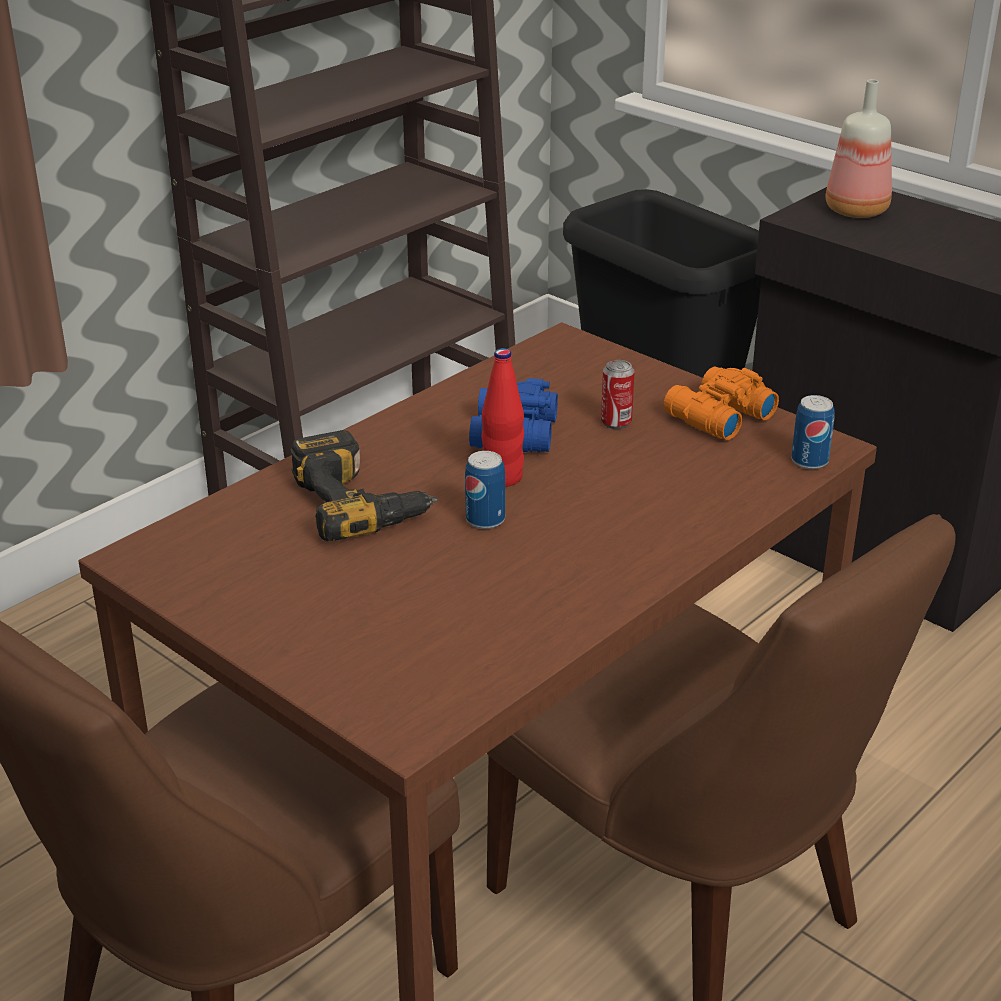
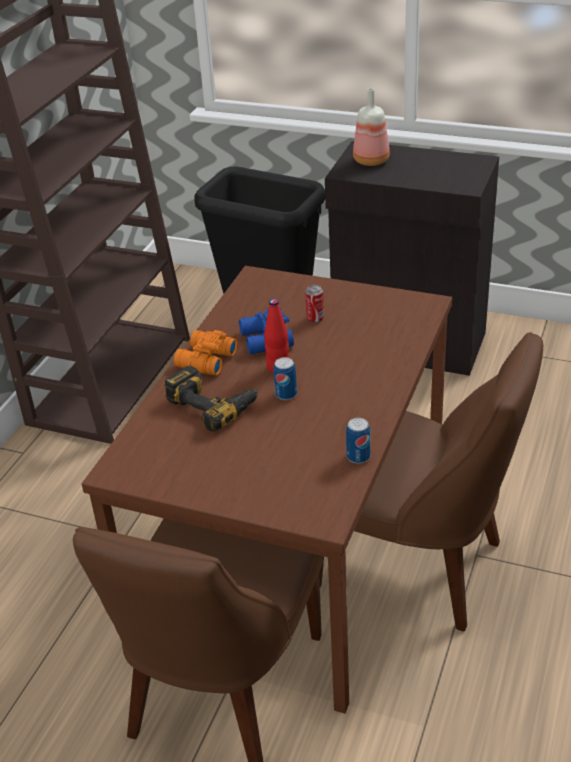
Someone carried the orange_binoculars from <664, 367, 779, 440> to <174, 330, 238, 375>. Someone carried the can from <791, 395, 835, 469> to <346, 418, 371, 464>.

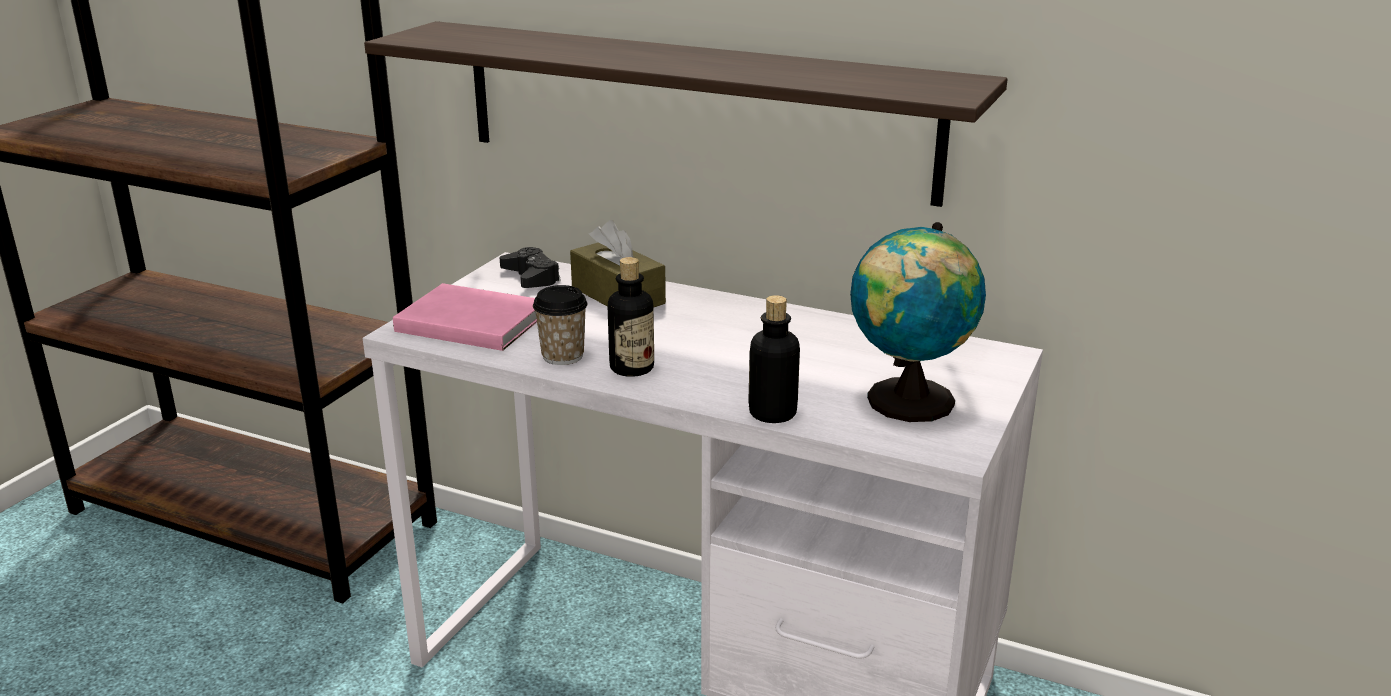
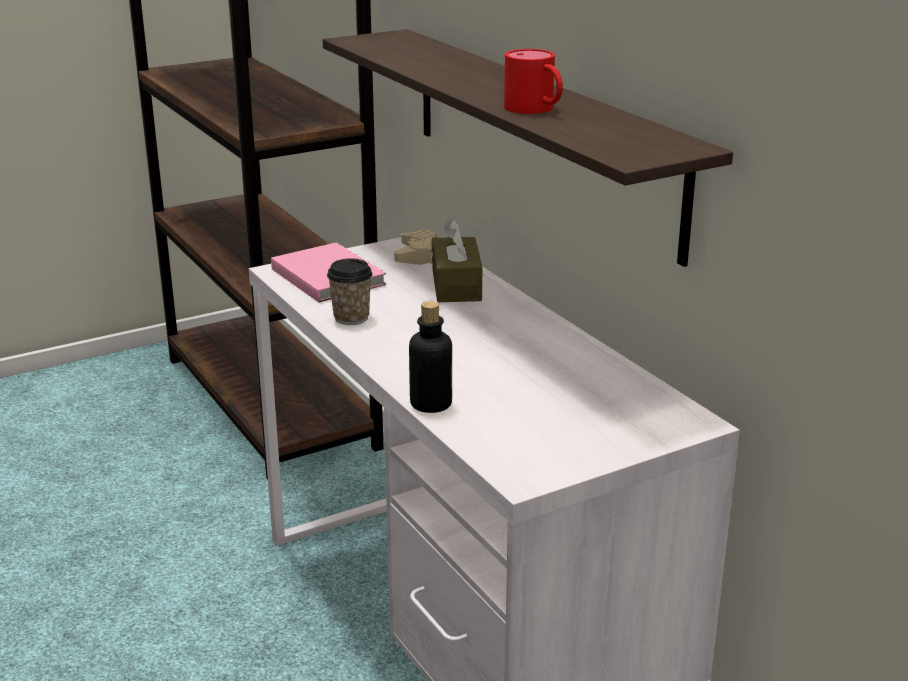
Someone took away the bottle at <608, 257, 654, 377>. Someone took away the globe at <850, 222, 986, 422>. Someone put down the red_mug at <504, 49, 563, 114>. Someone repainted the black_game_controller at <499, 247, 561, 288>, which became the beige_game_controller at <394, 230, 436, 265>.

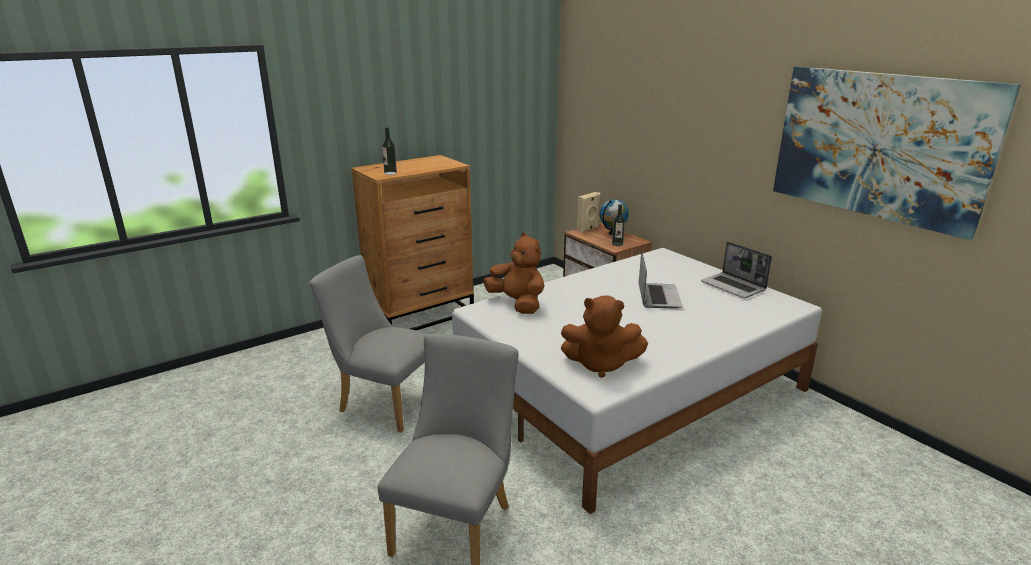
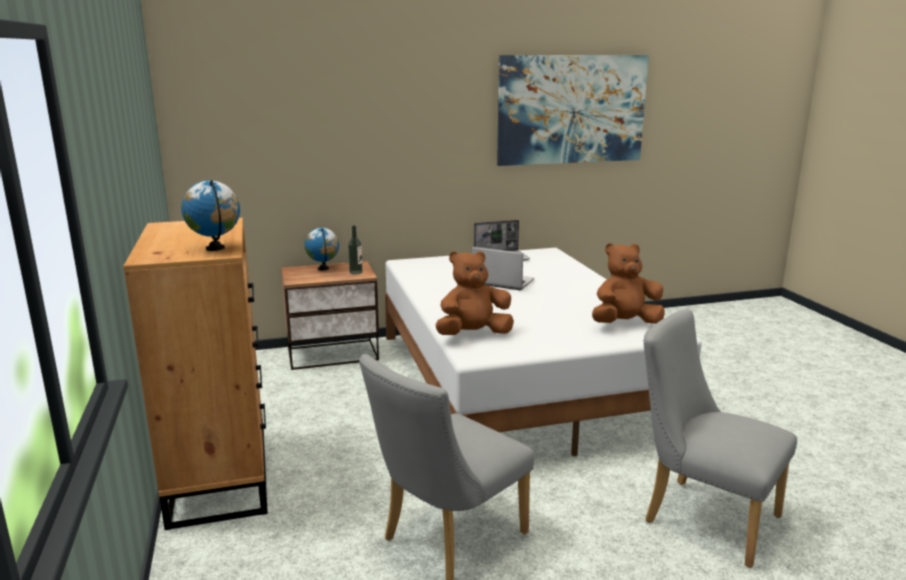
Someone took away the beige_speaker at <577, 192, 600, 233>. Someone swapped the bottle at <382, 127, 397, 175> for the globe at <181, 180, 240, 251>. Someone rotated the brown_plush_toy at <561, 295, 648, 378> by 135 degrees counterclockwise.

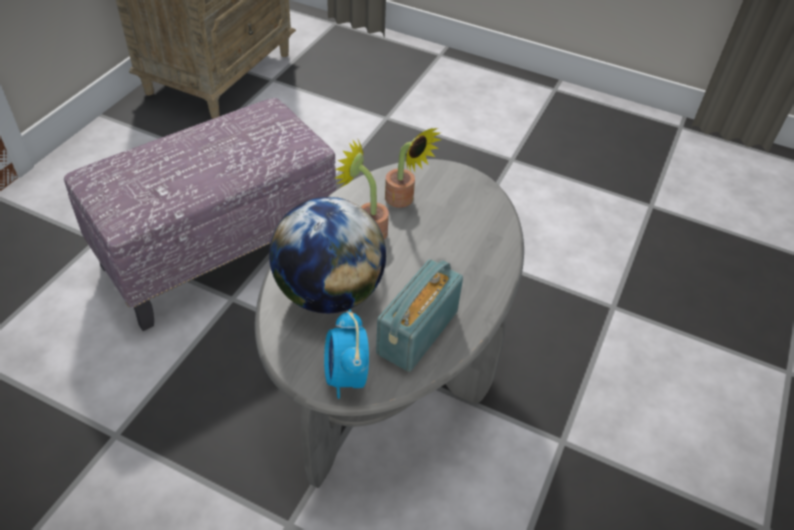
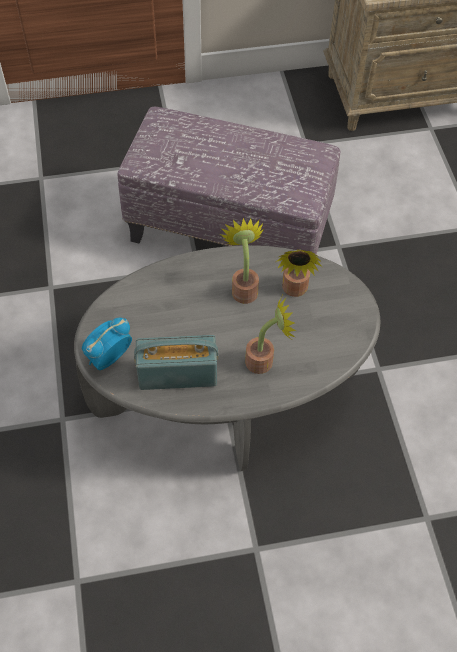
Someone took away the globe at <269, 197, 386, 313>. Someone put down the potted_plant at <245, 296, 296, 374>.

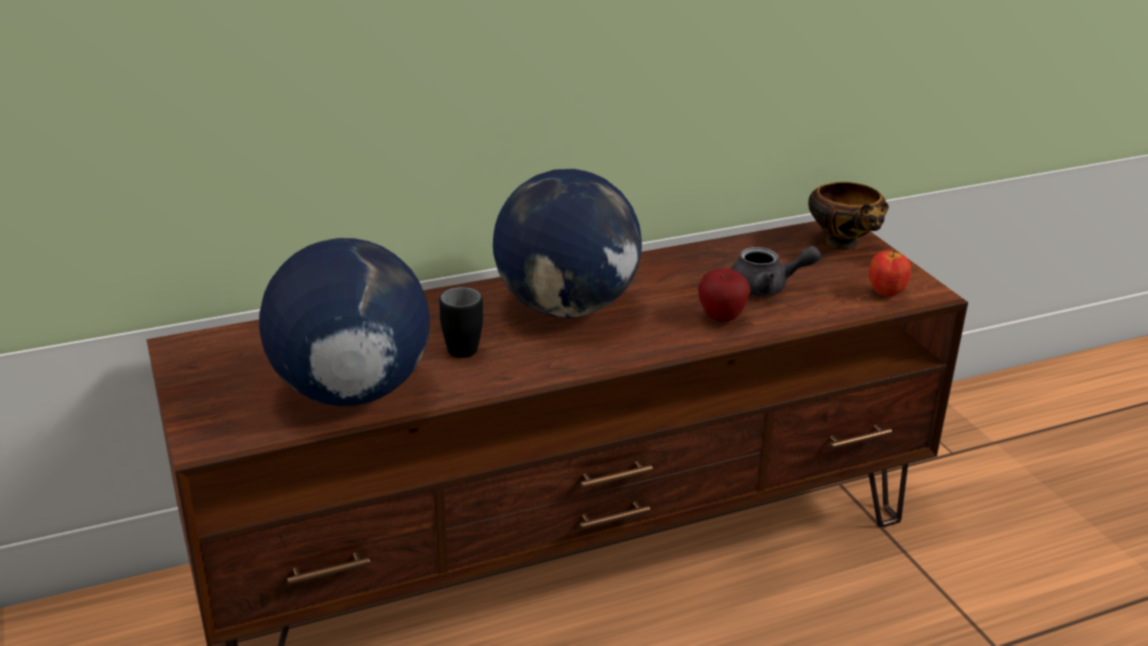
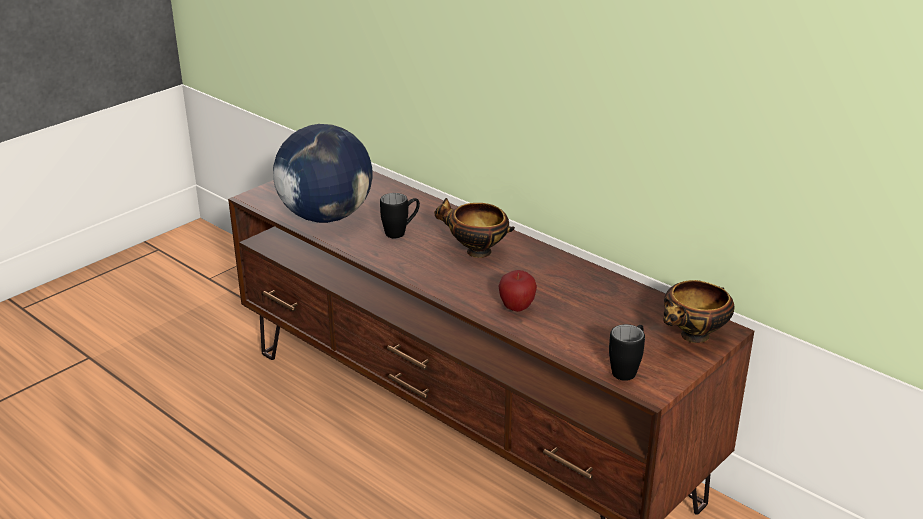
Someone took away the grey_teapot at <730, 246, 821, 296>. Someone swapped the globe at <493, 169, 642, 318> for the bowl at <434, 198, 515, 258>. Someone swapped the apple at <869, 250, 911, 297> for the black_mug at <609, 324, 645, 381>.

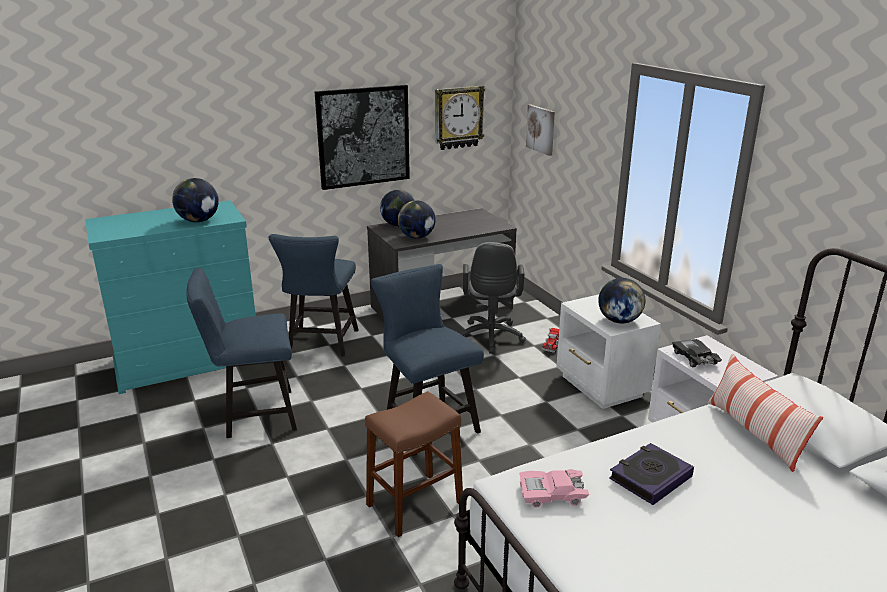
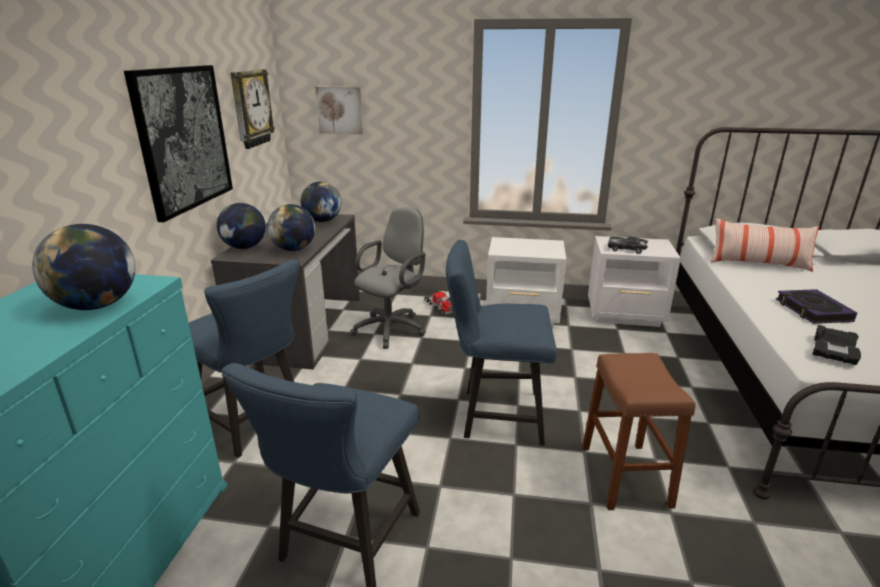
Someone carried the globe from <598, 278, 645, 323> to <301, 182, 341, 222>. Someone repainted the pink_toy_car at <519, 469, 589, 508>, which became the black_toy_car at <813, 325, 861, 365>. Someone rotated the grey_office_chair at <460, 242, 526, 354> by 90 degrees counterclockwise.

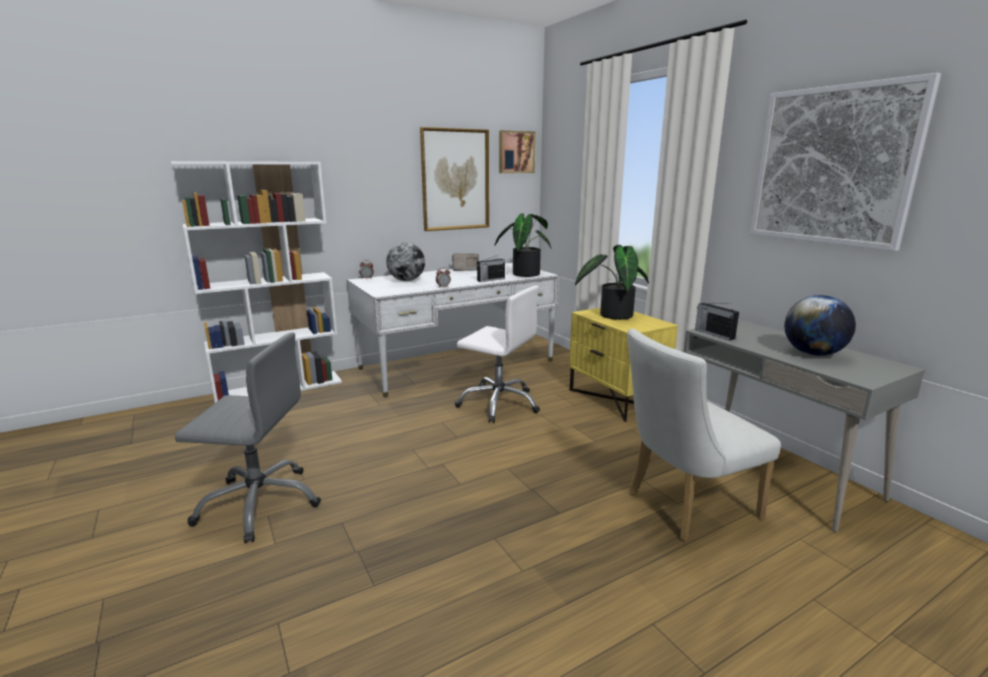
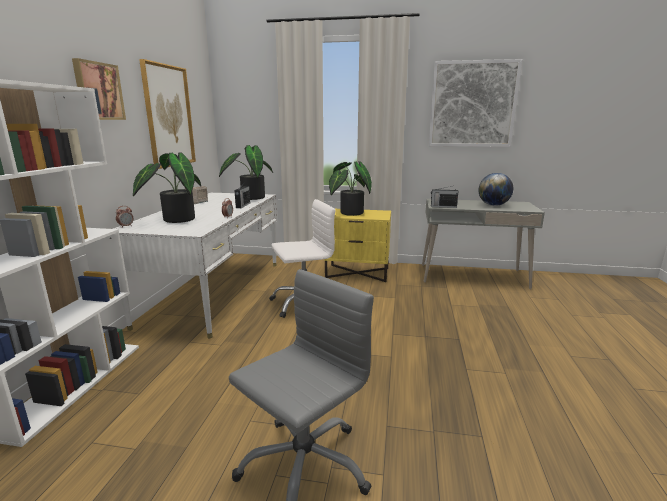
Someone took away the white_chair at <627, 329, 781, 541>. Someone carried the picture from <499, 130, 536, 173> to <72, 58, 126, 120>. Someone swapped the globe at <386, 242, 425, 281> for the potted_plant at <133, 152, 201, 223>.

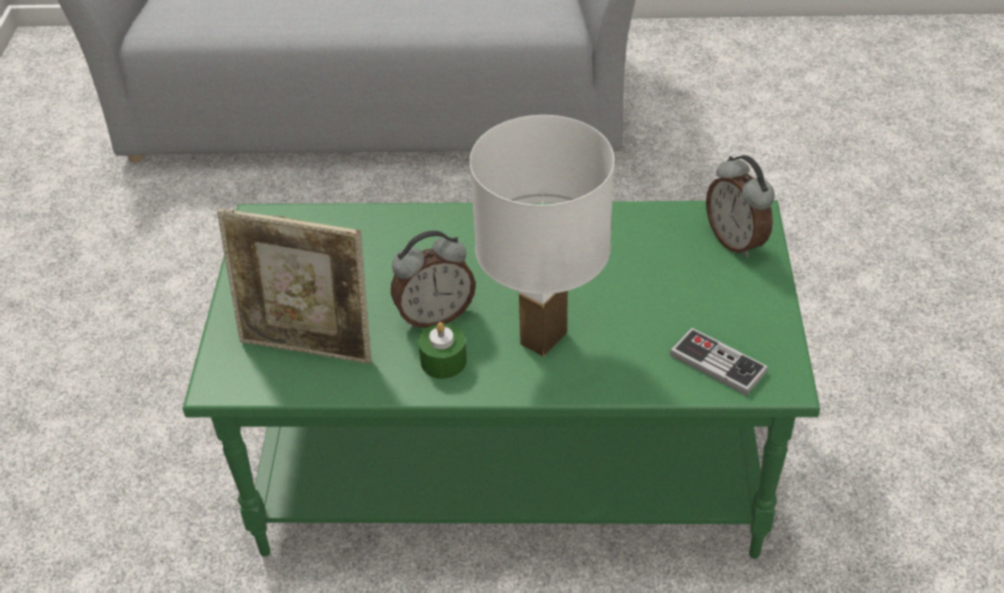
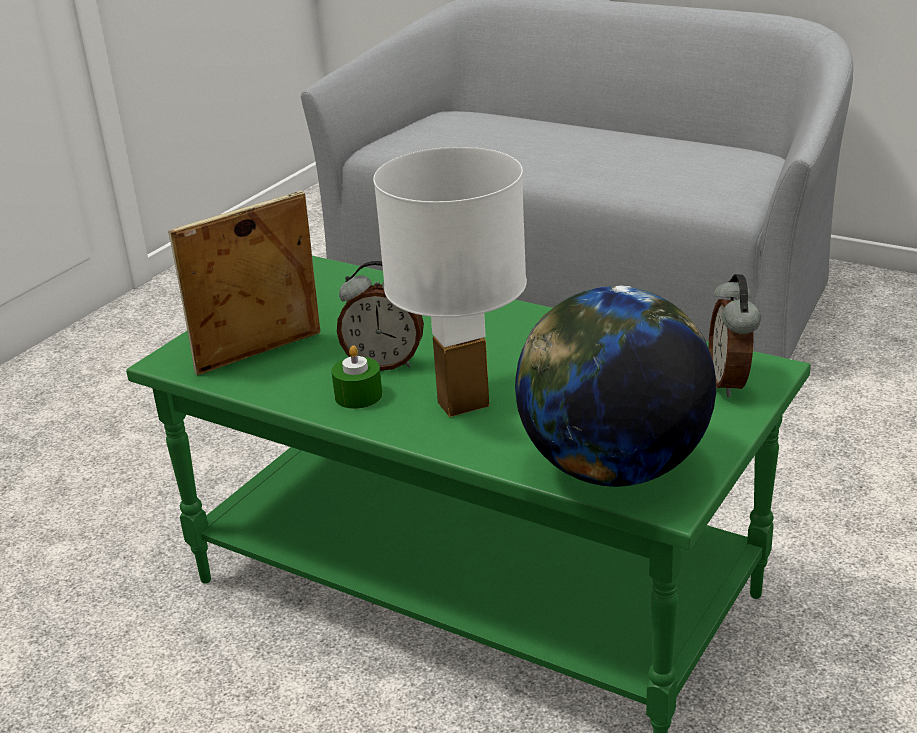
Someone swapped the game_controller at <670, 328, 768, 396> for the globe at <515, 285, 716, 487>. Someone rotated the picture_frame at <217, 208, 371, 364> by 105 degrees clockwise.

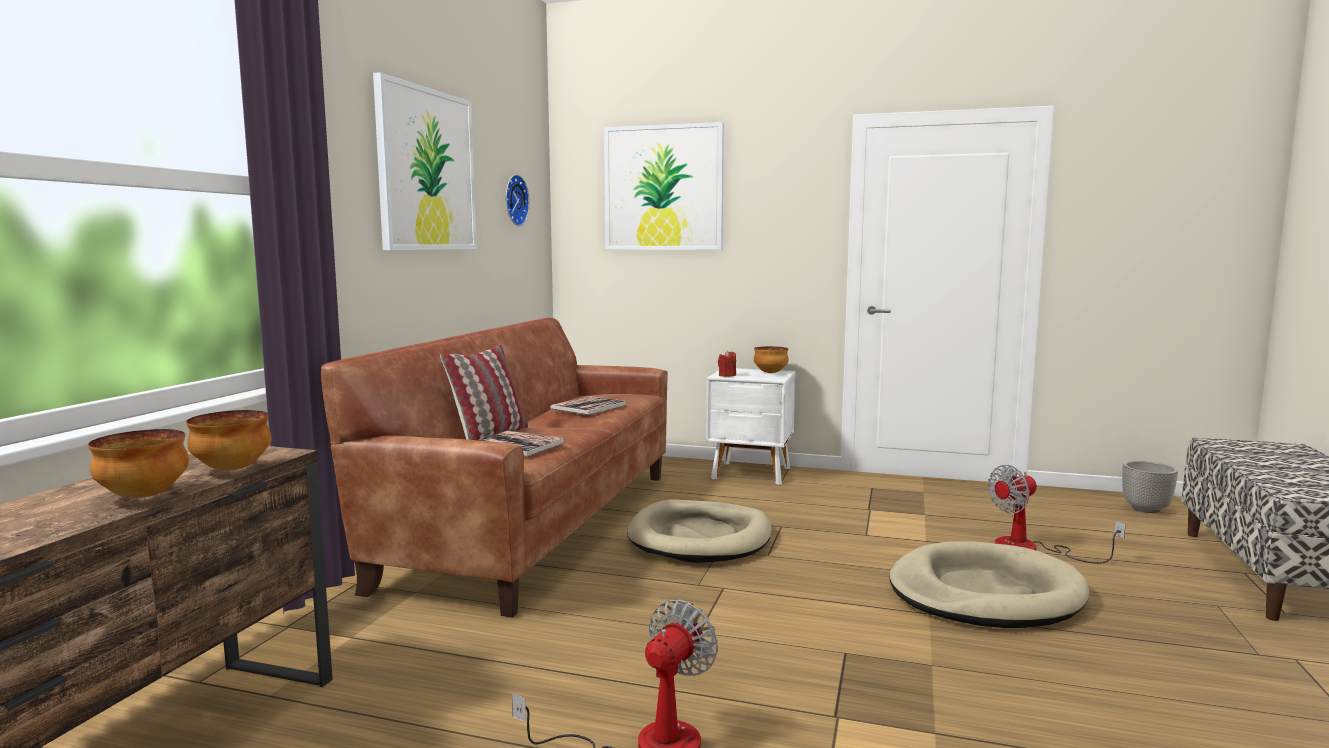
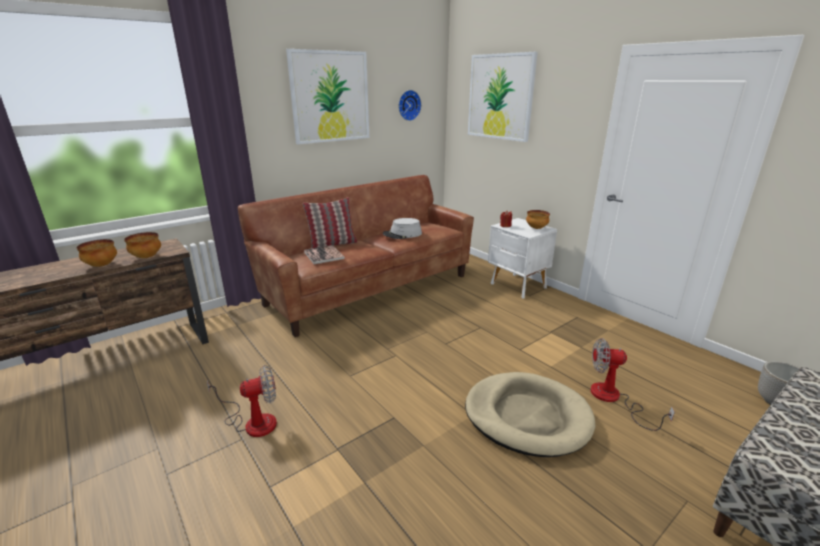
Someone took away the beige_dog_bed at <627, 499, 772, 563>. Someone swapped the book at <550, 396, 625, 415> for the grey_hat at <383, 218, 422, 239>.

